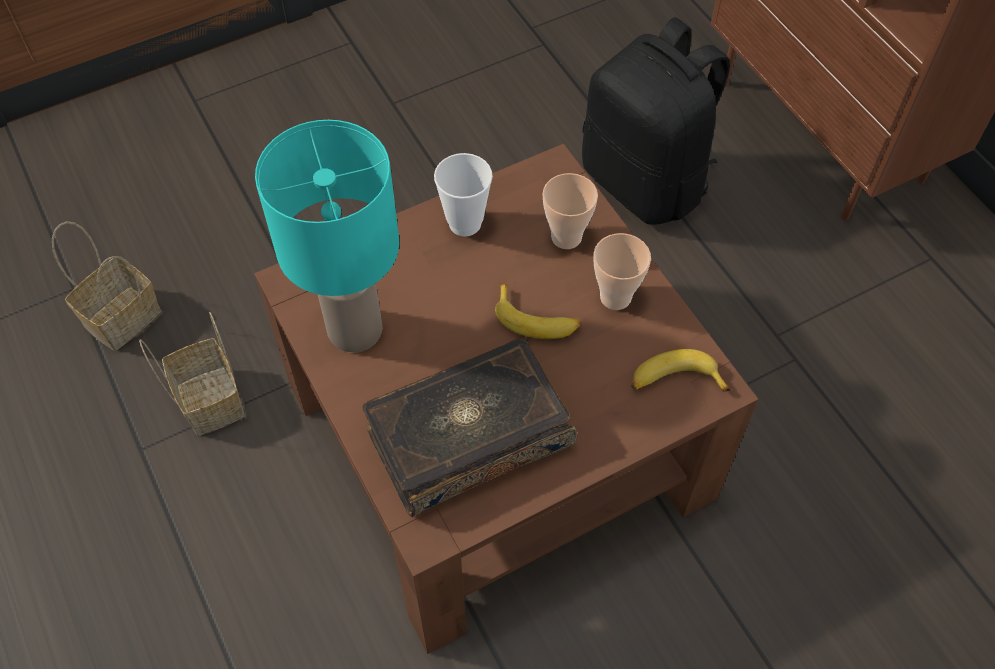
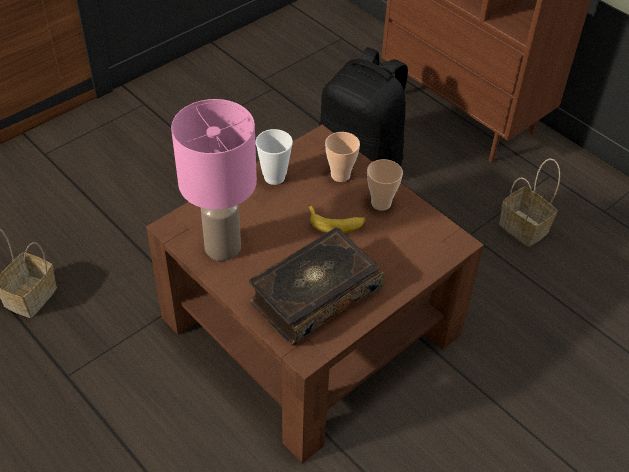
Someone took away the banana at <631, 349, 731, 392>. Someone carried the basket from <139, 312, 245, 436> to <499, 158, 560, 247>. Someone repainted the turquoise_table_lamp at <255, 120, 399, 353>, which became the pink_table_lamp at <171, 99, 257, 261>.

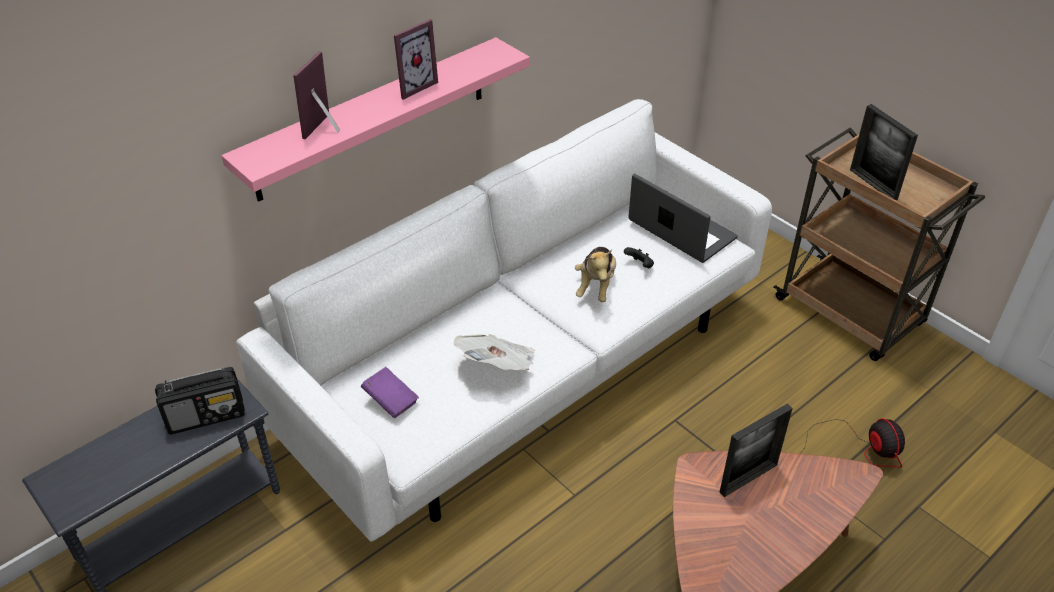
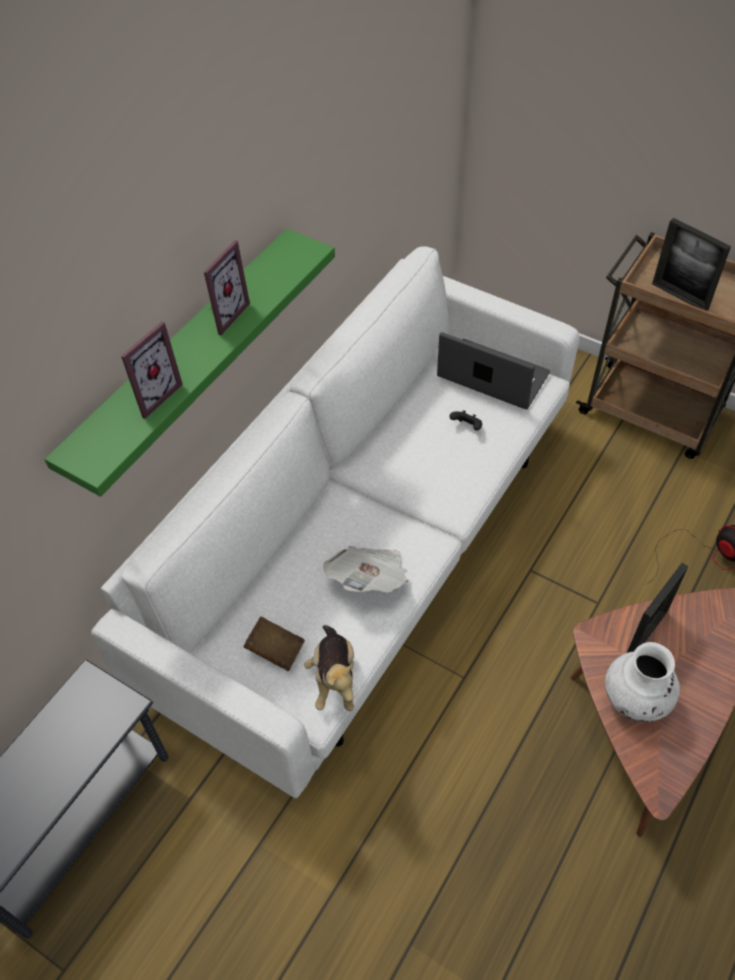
Someone took away the radio at <155, 367, 245, 435>. Someone put down the white_vase at <605, 642, 680, 722>. Someone carried the plush_toy from <575, 247, 616, 302> to <304, 625, 354, 711>. Someone repainted the pink_shelf at <222, 37, 530, 202>, which became the green_shelf at <44, 229, 335, 497>. Someone repainted the purple_book at <361, 367, 419, 418>, which became the brown_book at <244, 617, 305, 671>. Someone rotated the picture_frame at <293, 51, 340, 139> by 150 degrees counterclockwise.

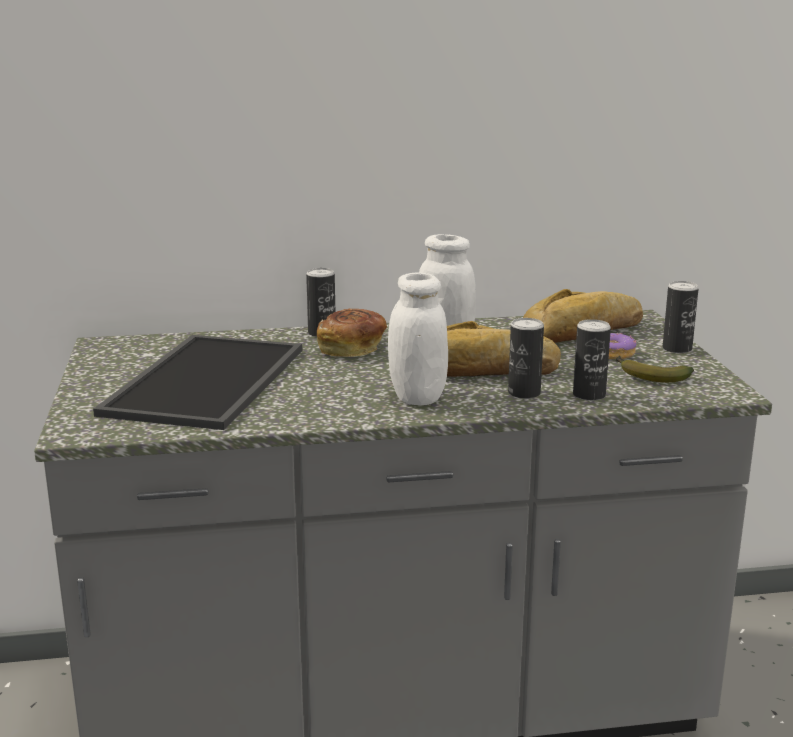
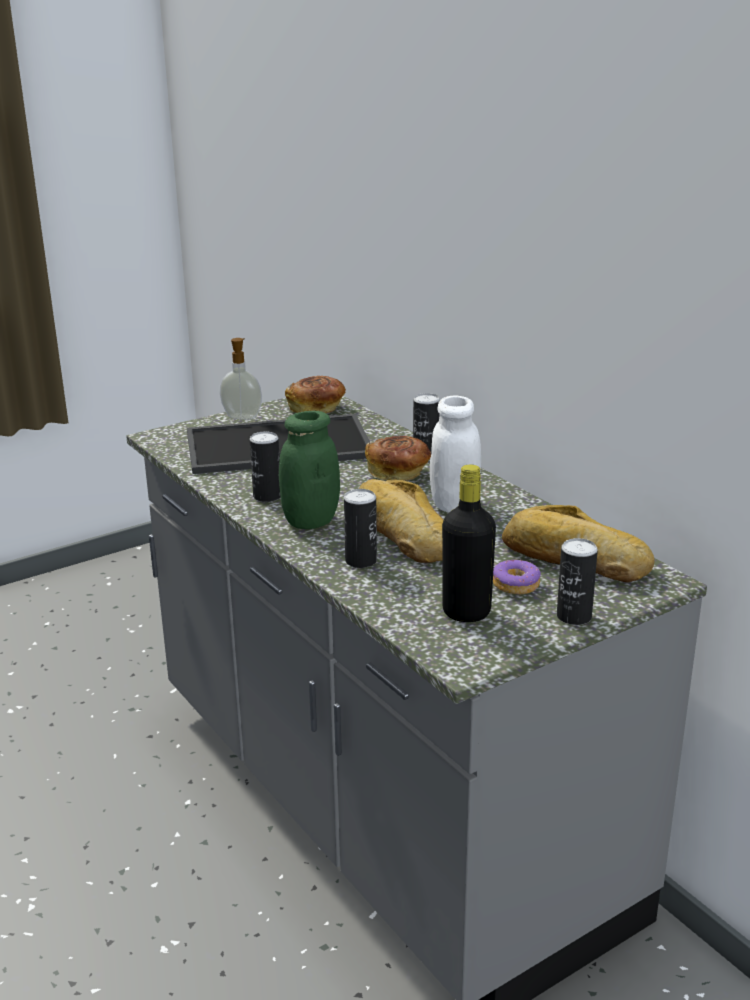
Someone put down the soap_dispenser at <220, 338, 262, 420>. Someone put down the bread at <285, 376, 346, 413>. Someone carried the can from <573, 319, 611, 401> to <250, 431, 281, 502>. Someone swapped the banana at <615, 356, 694, 383> for the black_bottle at <442, 465, 496, 622>. Someone repainted the white_jar at <388, 272, 448, 405>, which became the green_jar at <279, 411, 340, 529>.

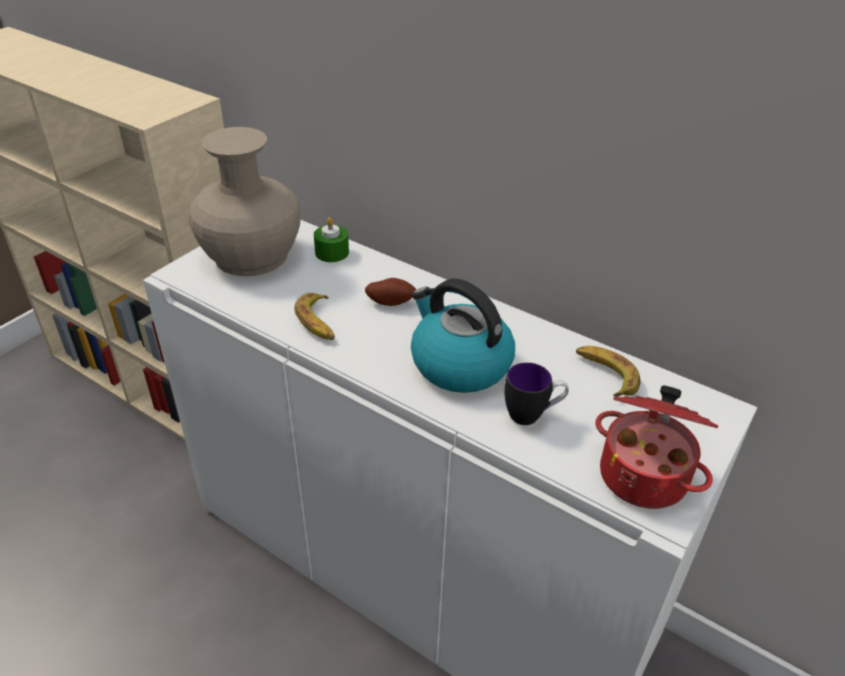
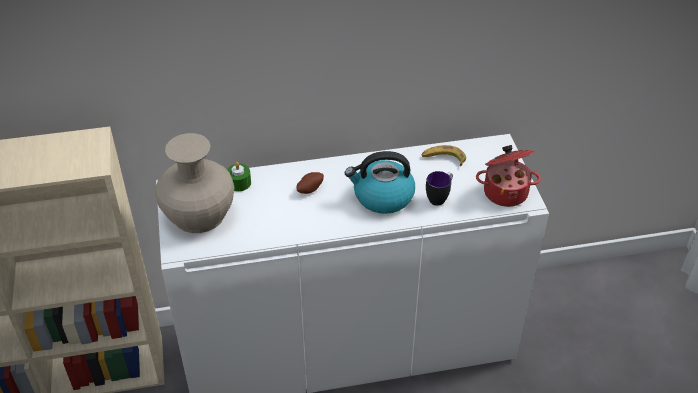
Someone took away the banana at <294, 293, 335, 340>.

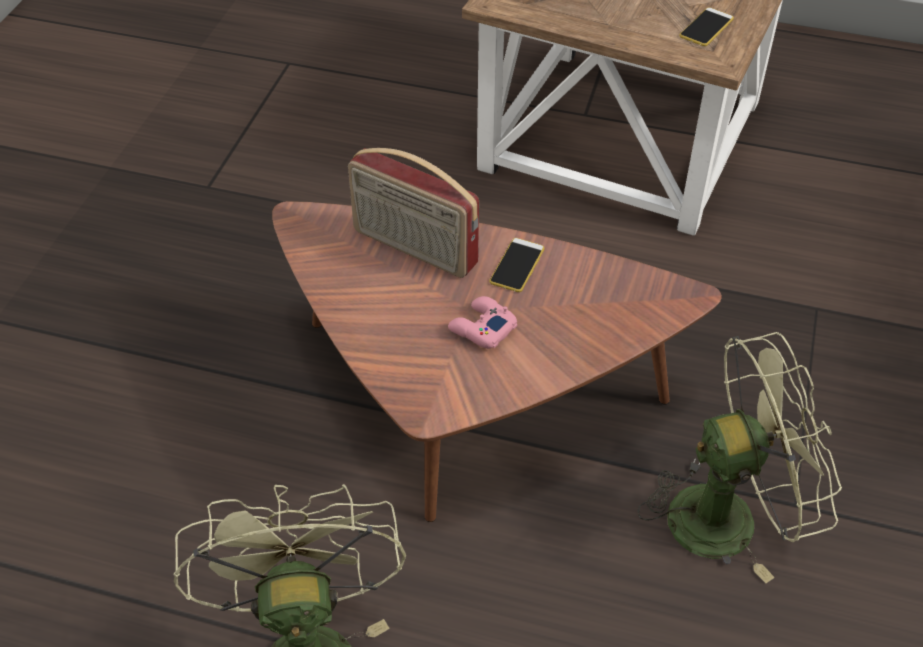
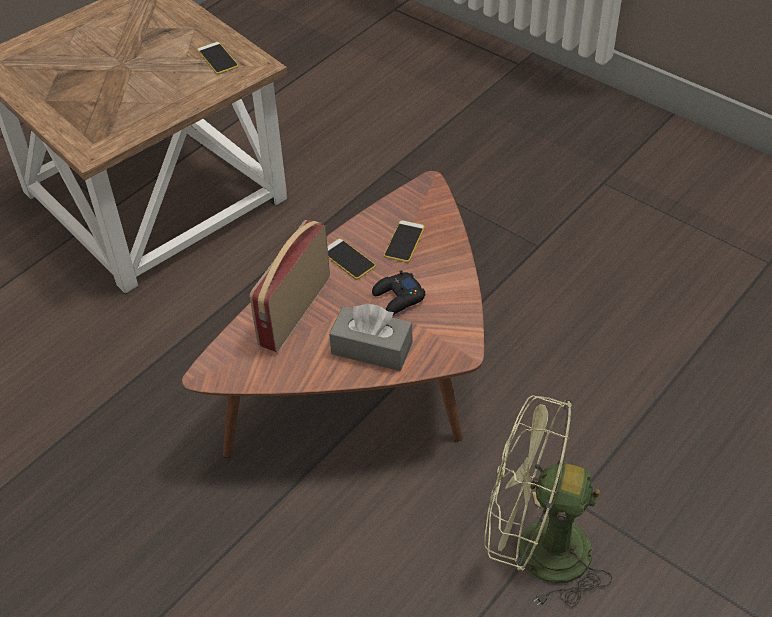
Someone took away the green_fan at <637, 332, 842, 583>. Someone put down the grey_tissue_box at <329, 304, 412, 371>. Someone put down the phone at <384, 220, 425, 263>. Someone repainted the pink_game_controller at <448, 296, 517, 349>, which became the black_game_controller at <372, 271, 426, 315>. Someone rotated the radio at <348, 148, 479, 278> by 150 degrees clockwise.

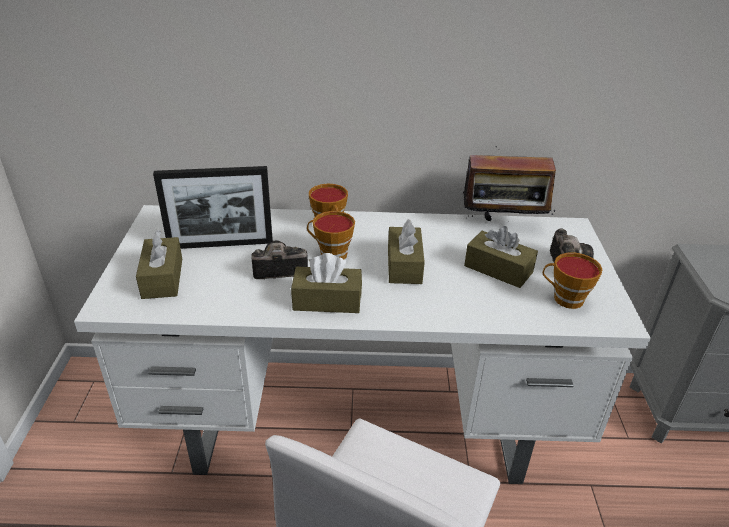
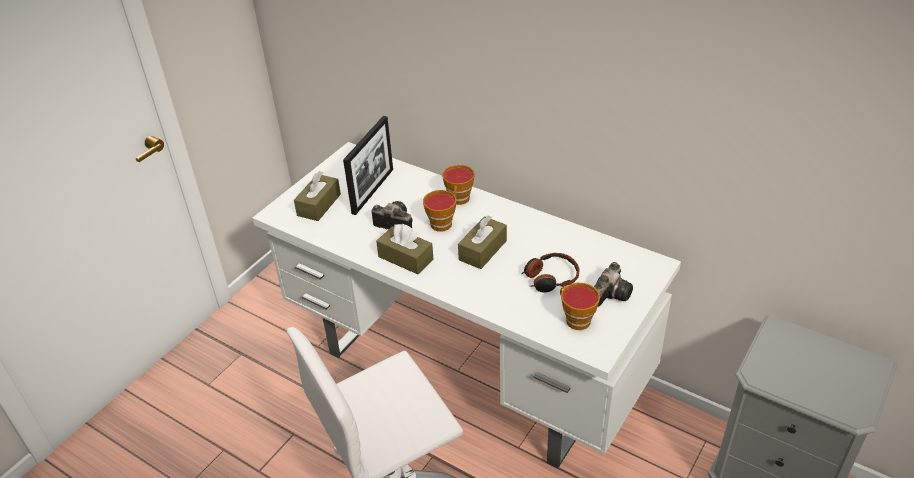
Someone took away the radio at <459, 139, 556, 221>. Someone swapped the brown_tissue_box at <464, 226, 538, 288> for the headphones at <522, 253, 580, 292>. Someone rotated the picture_frame at <153, 166, 273, 249> by 90 degrees counterclockwise.

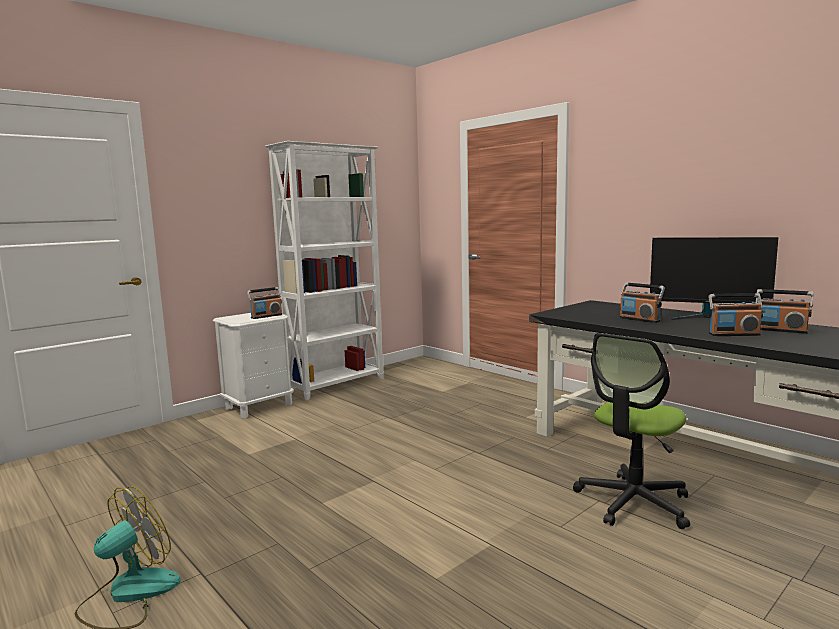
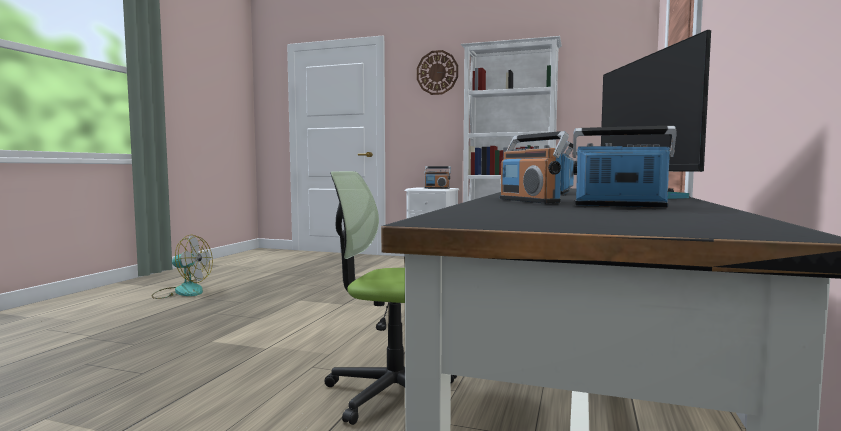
Someone put up the wall_clock at <417, 50, 458, 95>. Someone rotated the radio at <755, 289, 813, 334> by 105 degrees clockwise.

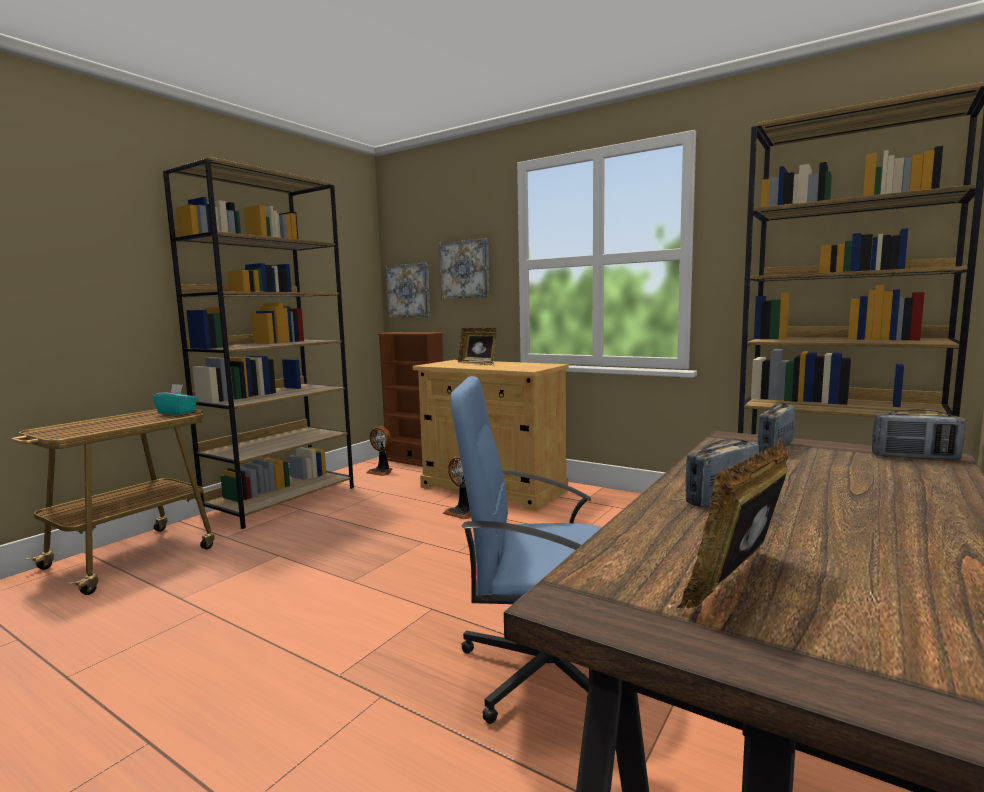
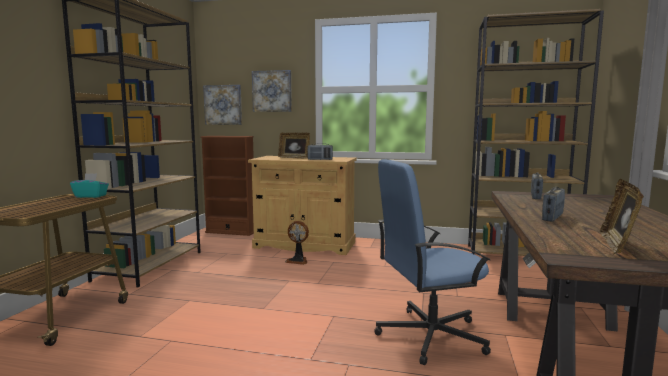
Someone took away the fan at <366, 426, 392, 476>. Someone carried the radio from <872, 409, 966, 460> to <307, 143, 333, 160>.

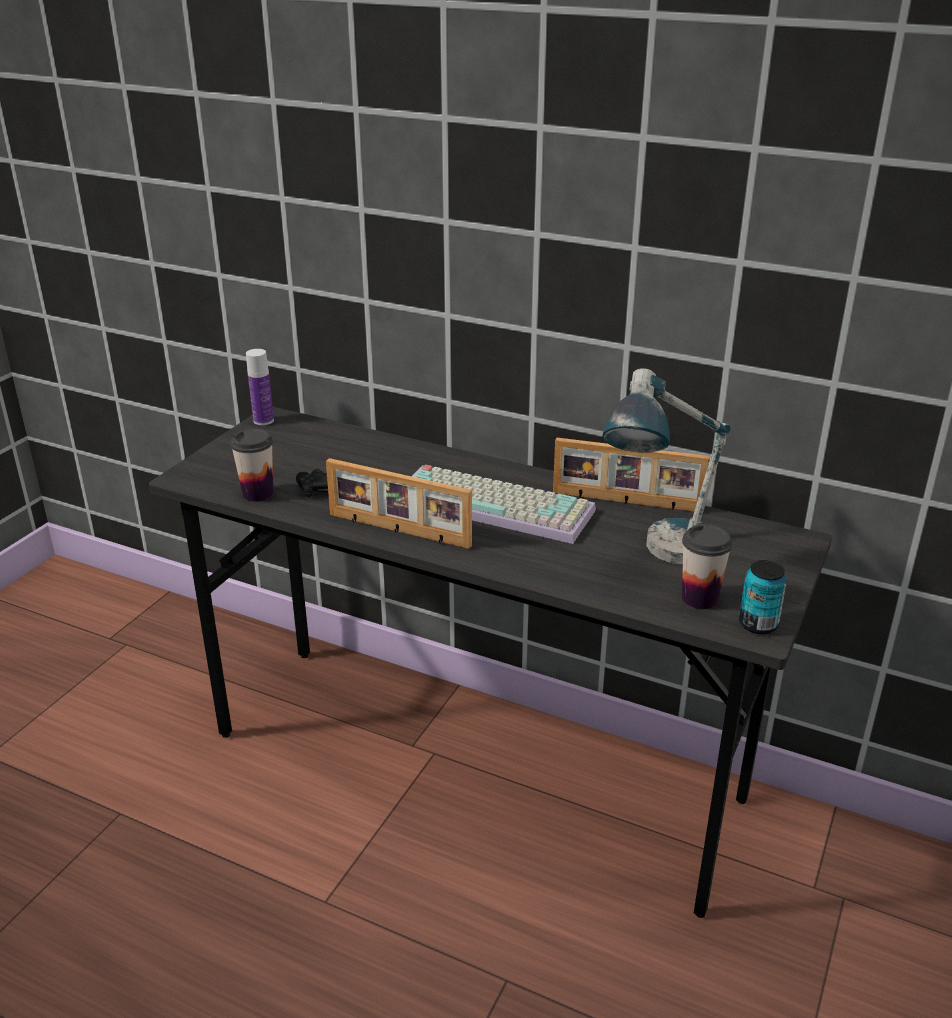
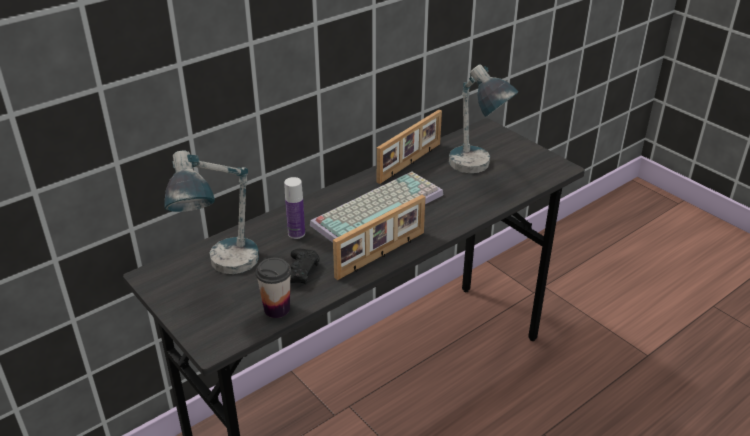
Someone took away the cup at <682, 524, 732, 609>. Someone took away the can at <739, 560, 787, 634>. Someone put down the table_lamp at <164, 150, 259, 274>. Someone carried the bottle from <246, 349, 274, 425> to <284, 177, 305, 239>.

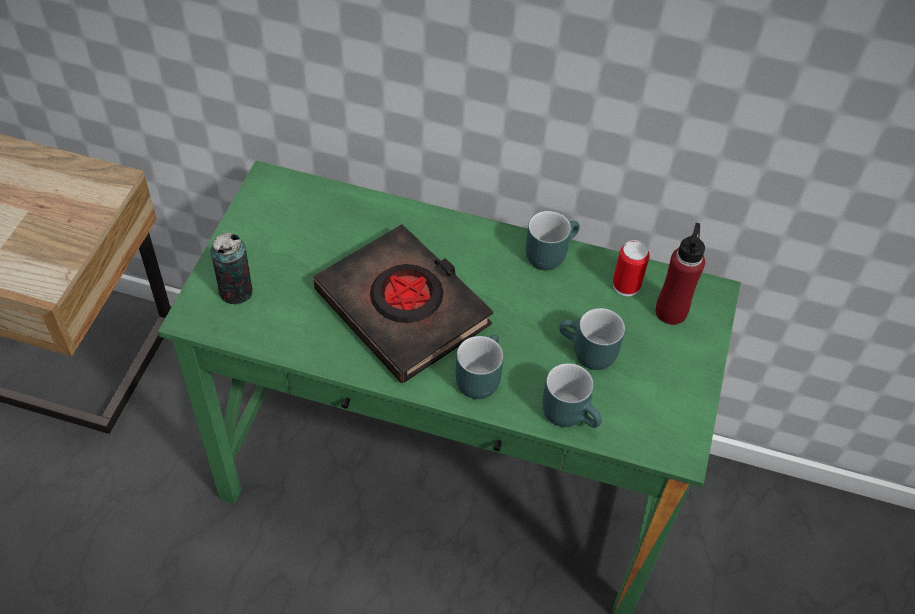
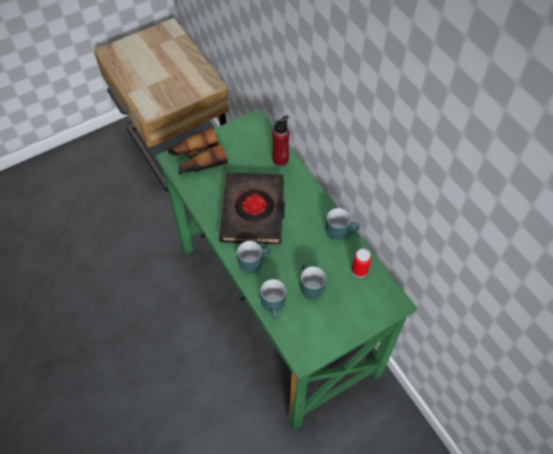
Someone carried the red_bottle from <655, 223, 705, 325> to <272, 115, 289, 166>. Someone swapped the can at <210, 233, 253, 305> for the binoculars at <168, 127, 228, 175>.

